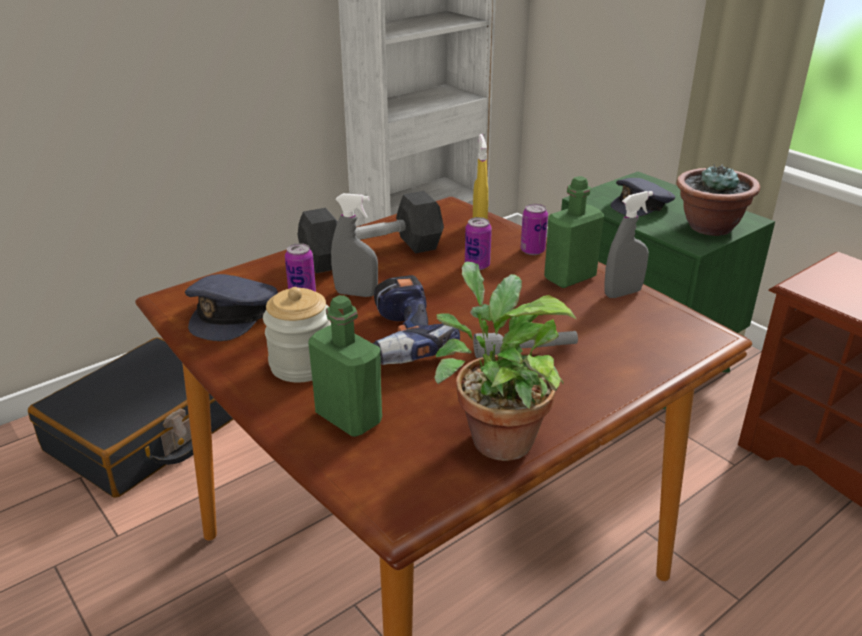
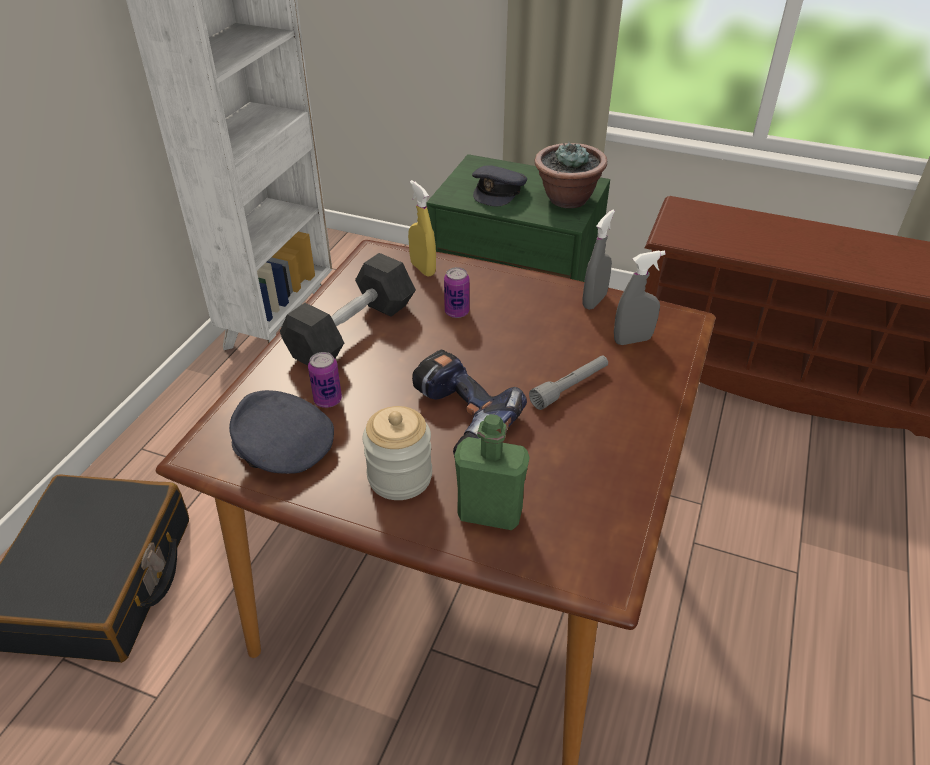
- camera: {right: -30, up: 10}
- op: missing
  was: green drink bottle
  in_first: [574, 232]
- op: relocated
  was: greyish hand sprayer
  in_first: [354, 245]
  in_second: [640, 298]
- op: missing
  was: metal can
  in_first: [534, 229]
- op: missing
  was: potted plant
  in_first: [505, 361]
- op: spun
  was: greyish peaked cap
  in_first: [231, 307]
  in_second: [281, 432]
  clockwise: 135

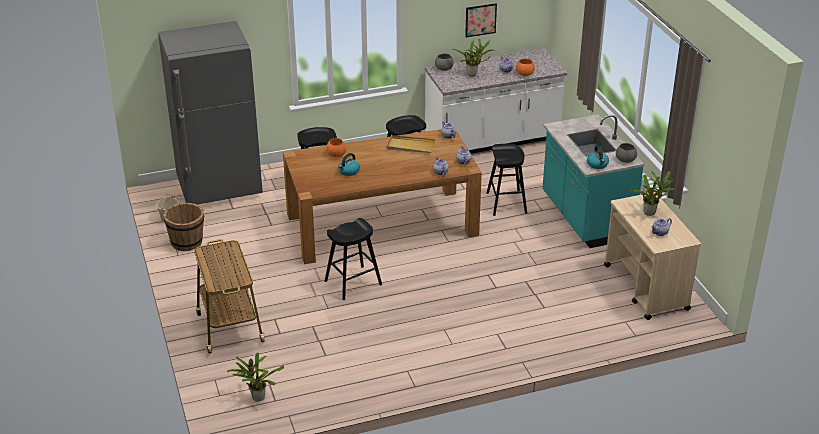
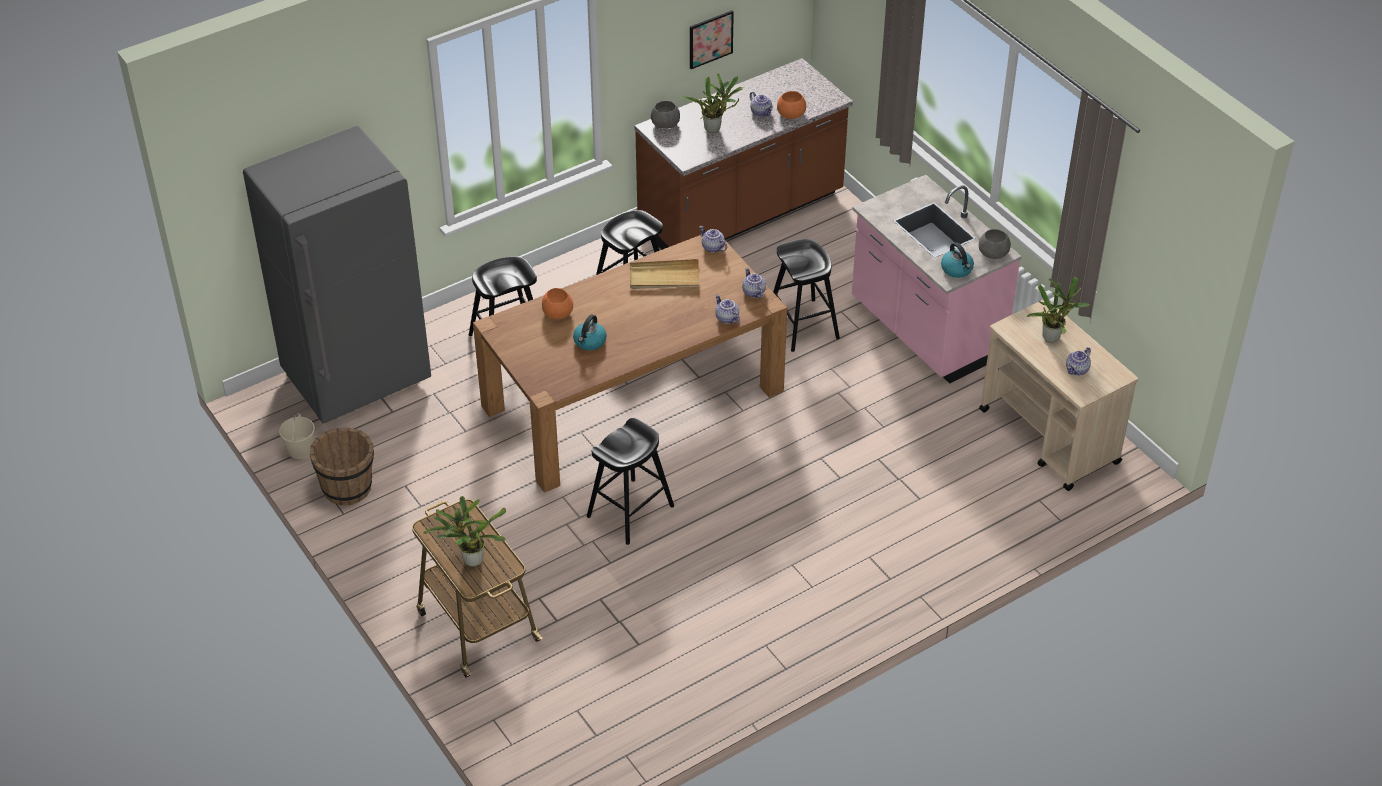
- camera: {right: -15, up: 10}
- op: colour
  was: whitish counter
  now: brown-coloured counter
  in_first: [496, 101]
  in_second: [743, 154]
- op: colour
  was: turquoise counter
  now: pinkish counter
  in_first: [593, 181]
  in_second: [937, 279]
- op: relocated
  was: potted plant
  in_first: [255, 377]
  in_second: [465, 531]

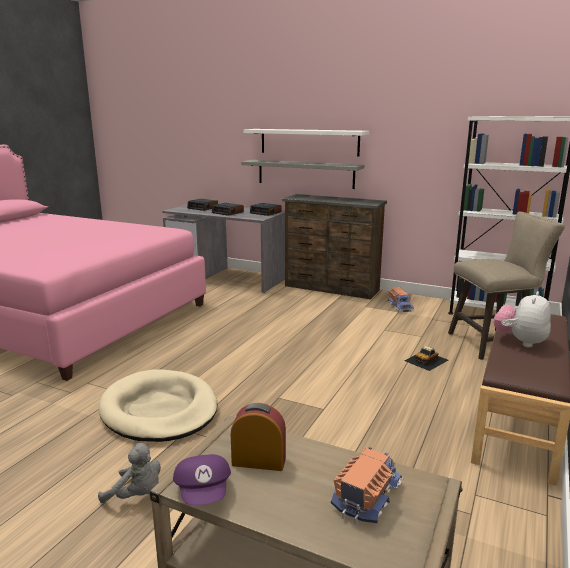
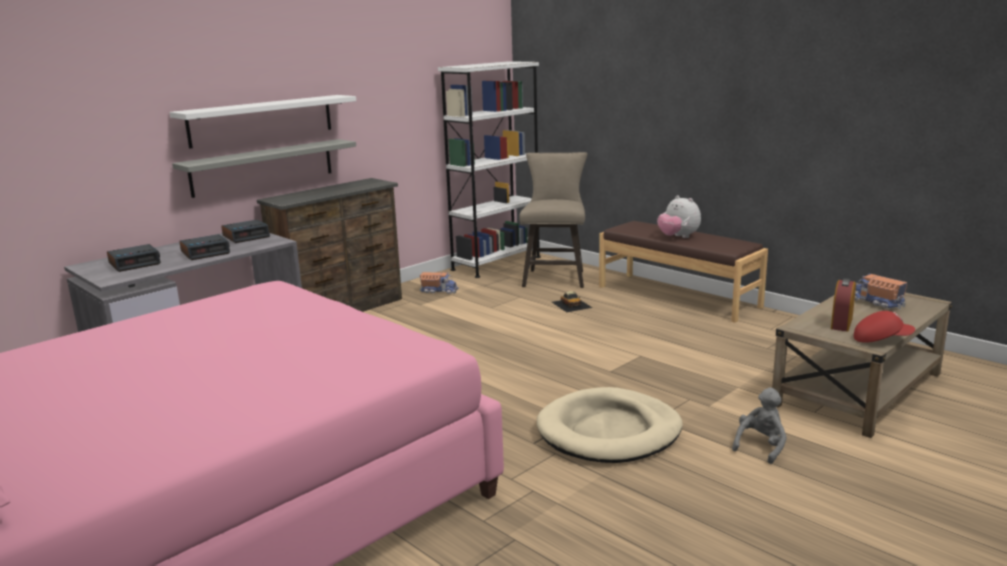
- camera: {right: -70, up: 0}
- op: colour
  was: purple peaked cap
  now: red peaked cap
  in_first: [202, 479]
  in_second: [884, 327]

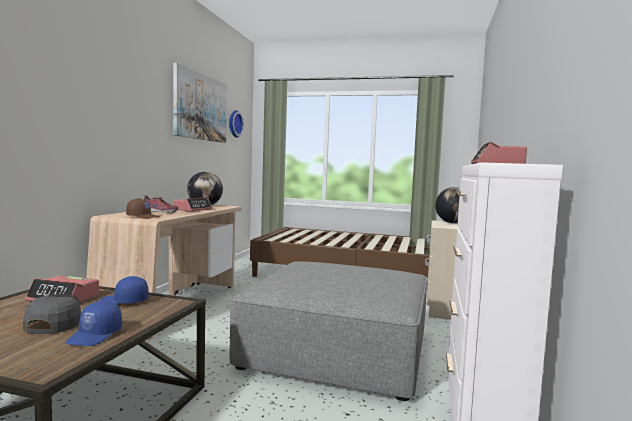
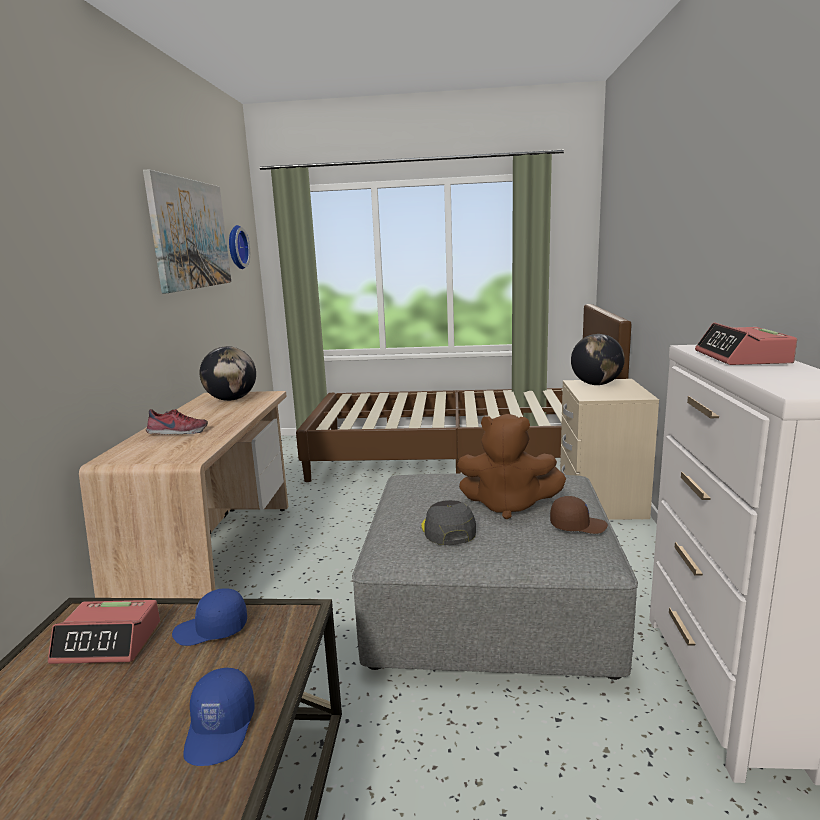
- camera: {right: -10, up: 10}
- op: missing
  was: alarm clock
  in_first: [193, 204]
- op: relocated
  was: brown-coloured peaked cap
  in_first: [143, 208]
  in_second: [579, 515]
- op: relocated
  was: greyish peaked cap
  in_first: [53, 314]
  in_second: [448, 522]
- op: appeared
  now: brown-coloured soft toy
  in_second: [511, 466]

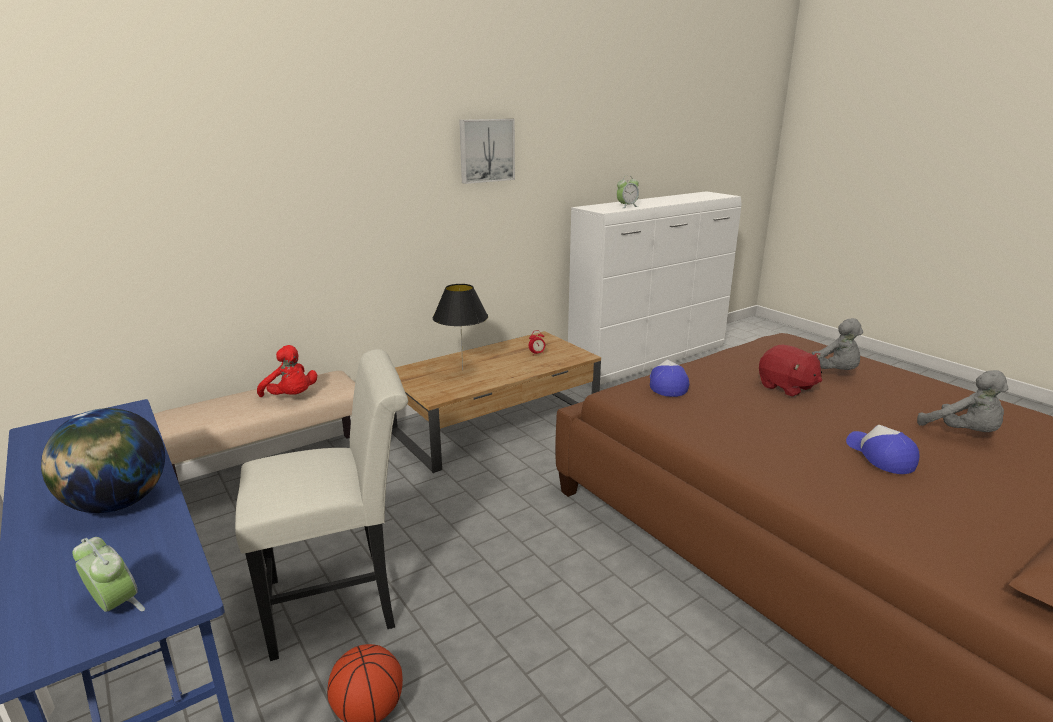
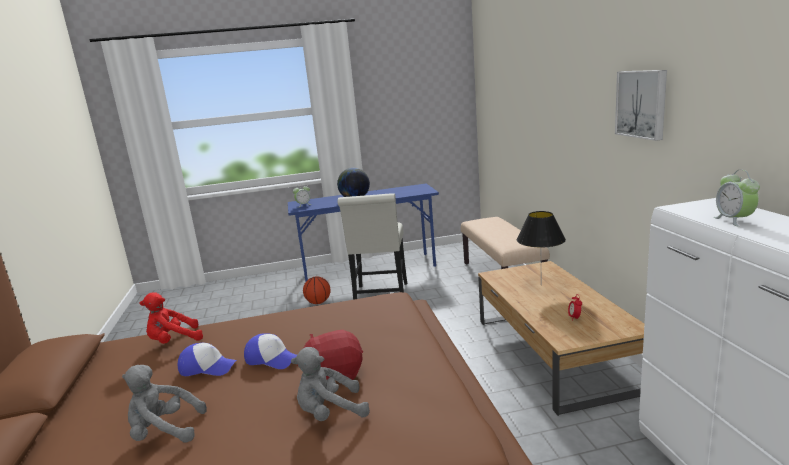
- camera: {right: 115, up: -5}
- op: relocated
  was: red soft toy
  in_first: [287, 371]
  in_second: [171, 318]
- op: relocated
  was: peaked cap
  in_first: [669, 378]
  in_second: [270, 351]

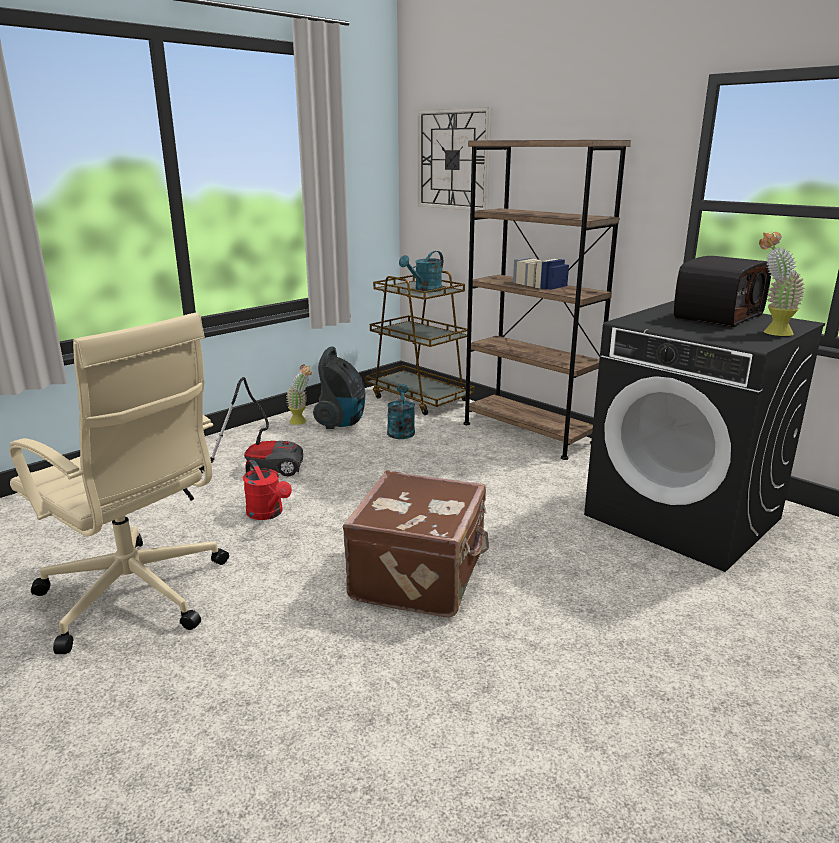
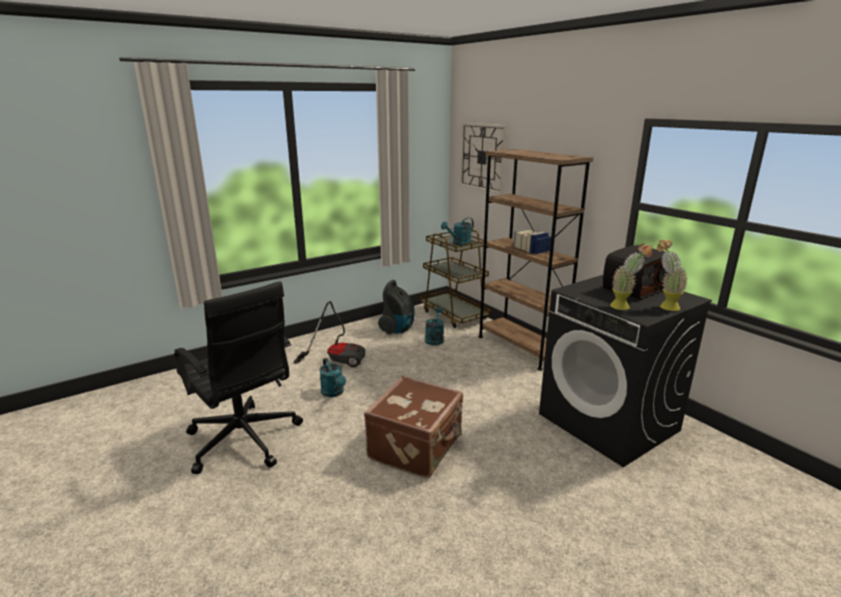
- camera: {right: 10, up: 0}
- op: colour
  was: sand-coloured computer chair
  now: blackish computer chair
  in_first: [119, 483]
  in_second: [238, 377]
- op: relocated
  was: potted plant
  in_first: [299, 395]
  in_second: [631, 277]
- op: colour
  was: red watering pot
  now: turquoise watering pot
  in_first: [267, 490]
  in_second: [332, 377]

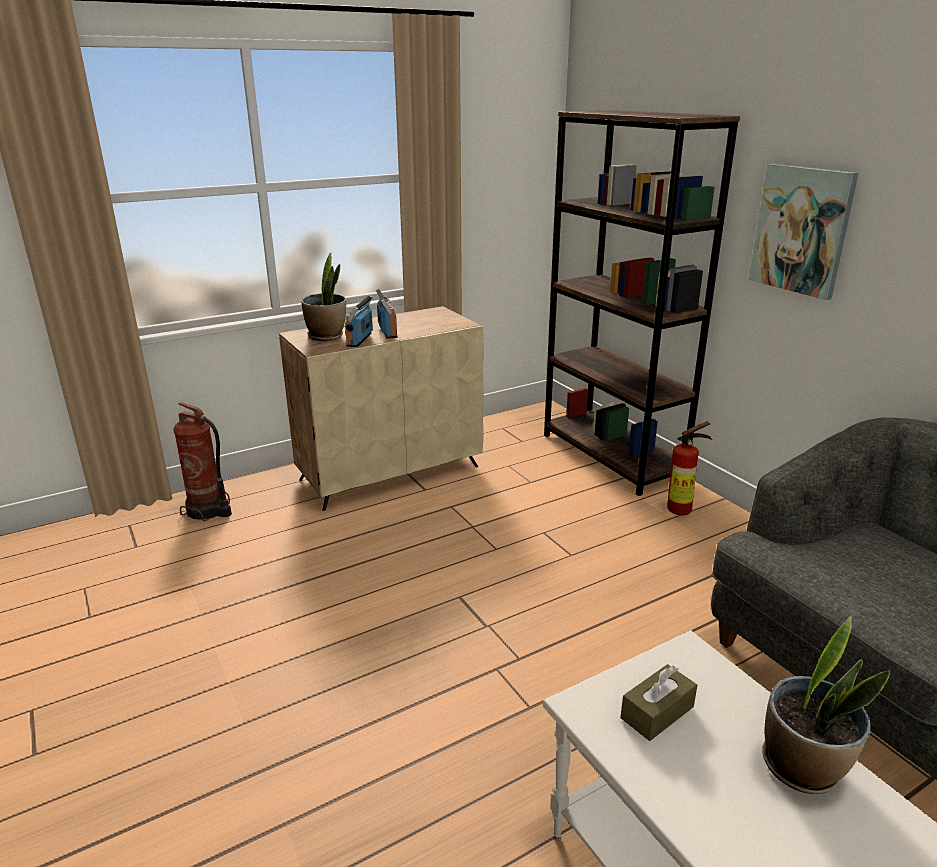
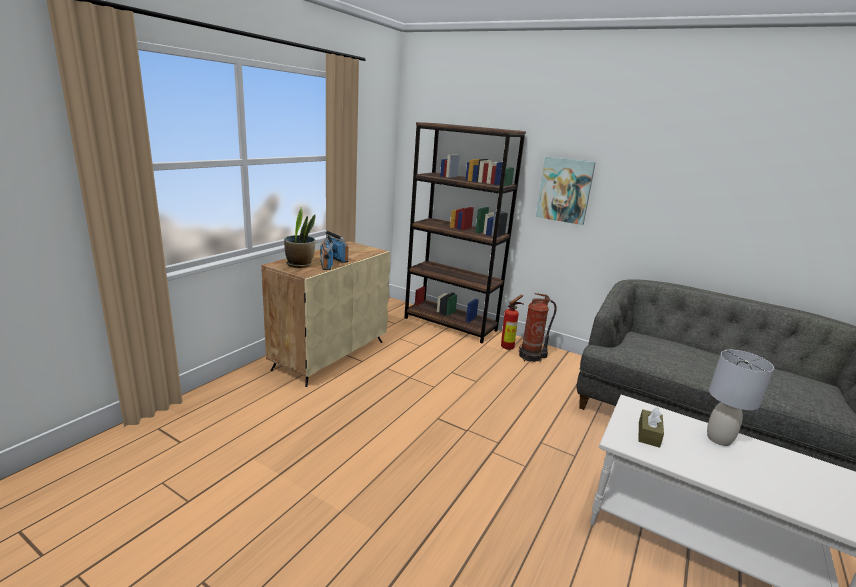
- camera: {right: -30, up: -5}
- op: relocated
  was: extinguisher
  in_first: [202, 462]
  in_second: [538, 327]
- op: exchanged
  was: potted plant
  now: greyish table lamp
  in_first: [826, 705]
  in_second: [740, 398]

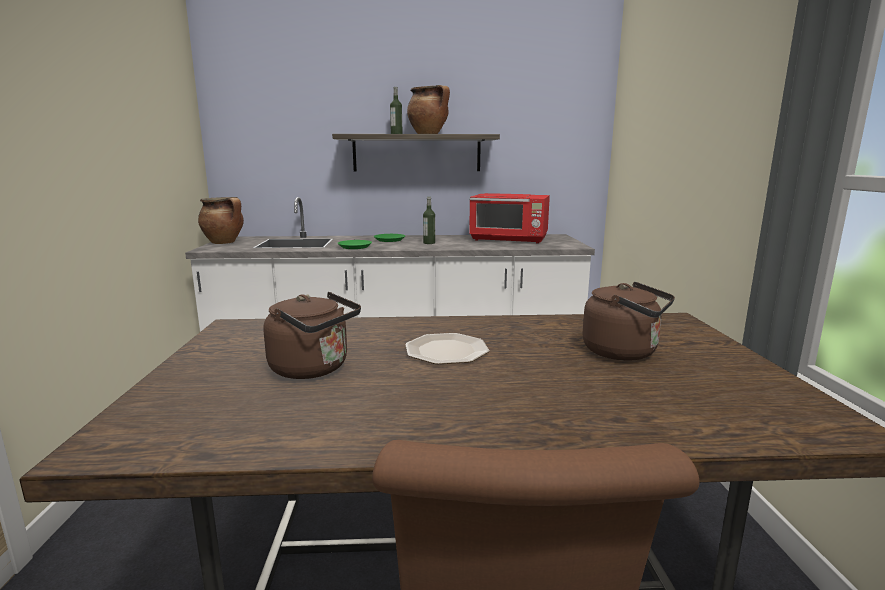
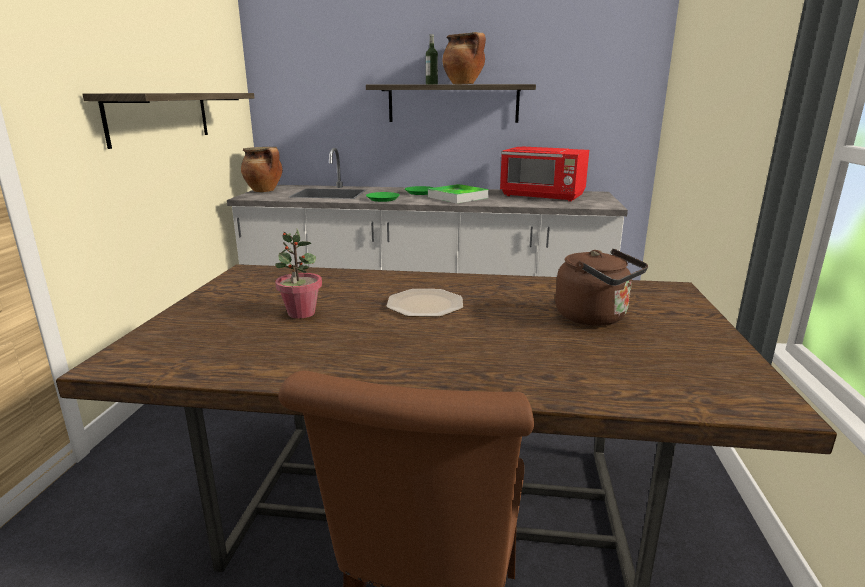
- camera: {right: 10, up: 5}
- op: exchanged
  was: drink bottle
  now: tray
  in_first: [429, 220]
  in_second: [458, 193]
- op: exchanged
  was: brown-coloured water kettle
  now: potted plant
  in_first: [312, 335]
  in_second: [298, 274]
- op: appeared
  now: shelf
  in_second: [168, 121]

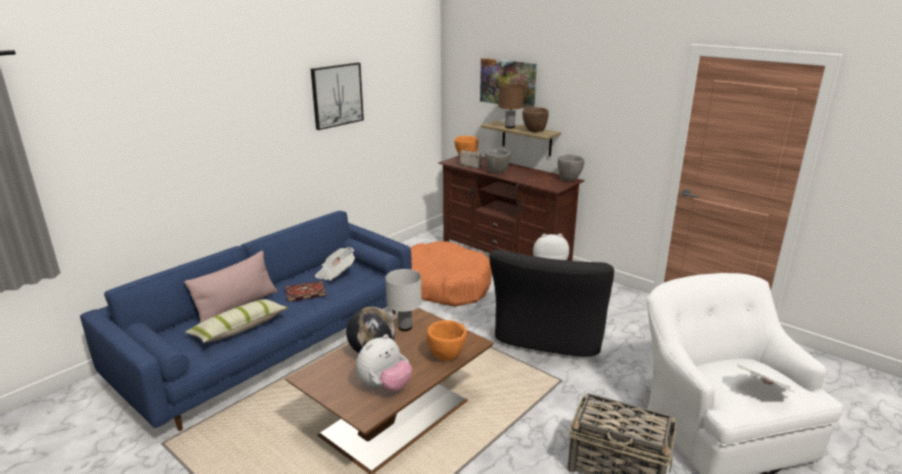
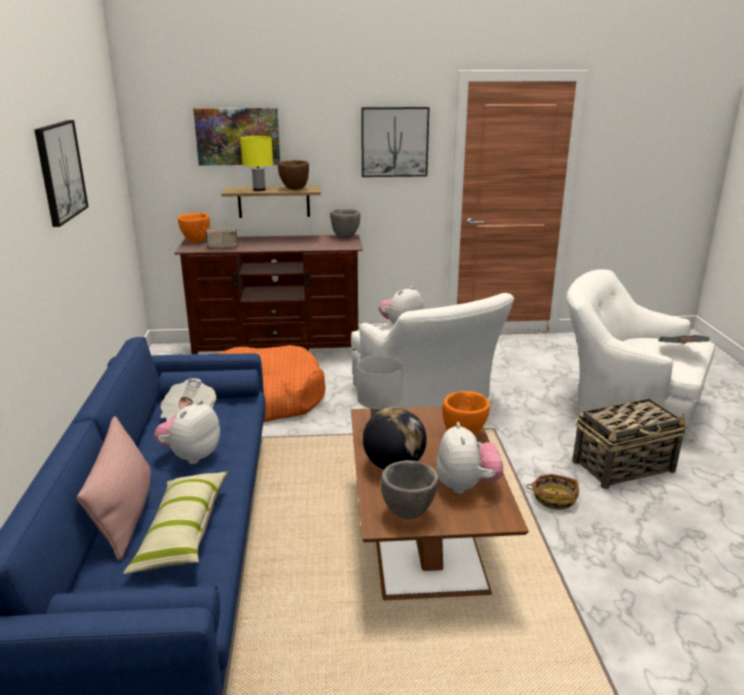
- camera: {right: -45, up: 0}
- op: colour
  was: brown-coloured table lamp
  now: yellow-coloured table lamp
  in_first: [511, 106]
  in_second: [256, 163]
- op: relocated
  was: greyish bowl
  in_first: [497, 161]
  in_second: [410, 489]
- op: colour
  was: blackish armchair
  now: whitish armchair
  in_first: [551, 303]
  in_second: [432, 350]
- op: exchanged
  was: bound book
  now: soft toy
  in_first: [306, 291]
  in_second: [187, 432]
- op: appeared
  now: wall art
  in_second: [395, 142]
- op: appeared
  now: basket
  in_second: [552, 492]

